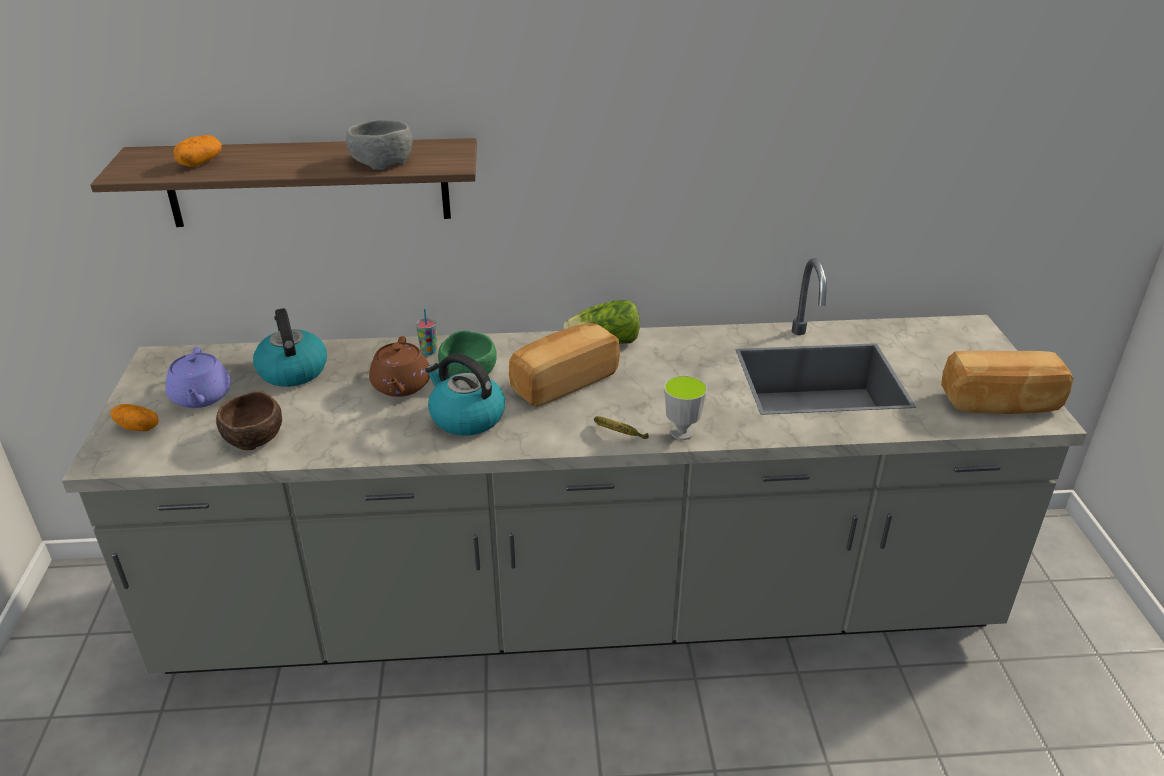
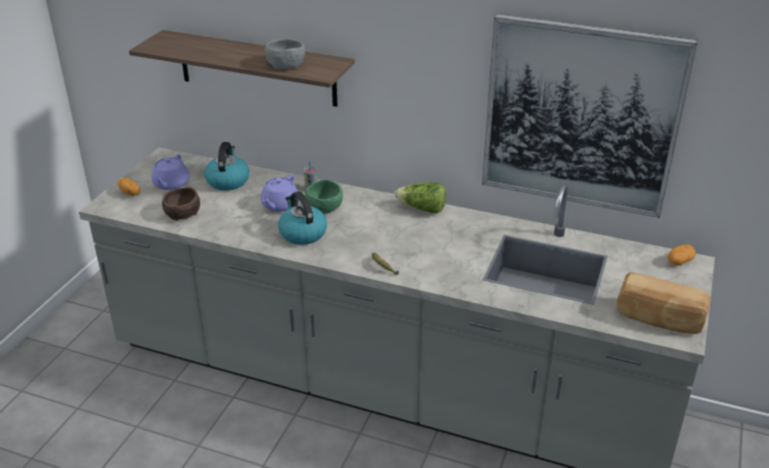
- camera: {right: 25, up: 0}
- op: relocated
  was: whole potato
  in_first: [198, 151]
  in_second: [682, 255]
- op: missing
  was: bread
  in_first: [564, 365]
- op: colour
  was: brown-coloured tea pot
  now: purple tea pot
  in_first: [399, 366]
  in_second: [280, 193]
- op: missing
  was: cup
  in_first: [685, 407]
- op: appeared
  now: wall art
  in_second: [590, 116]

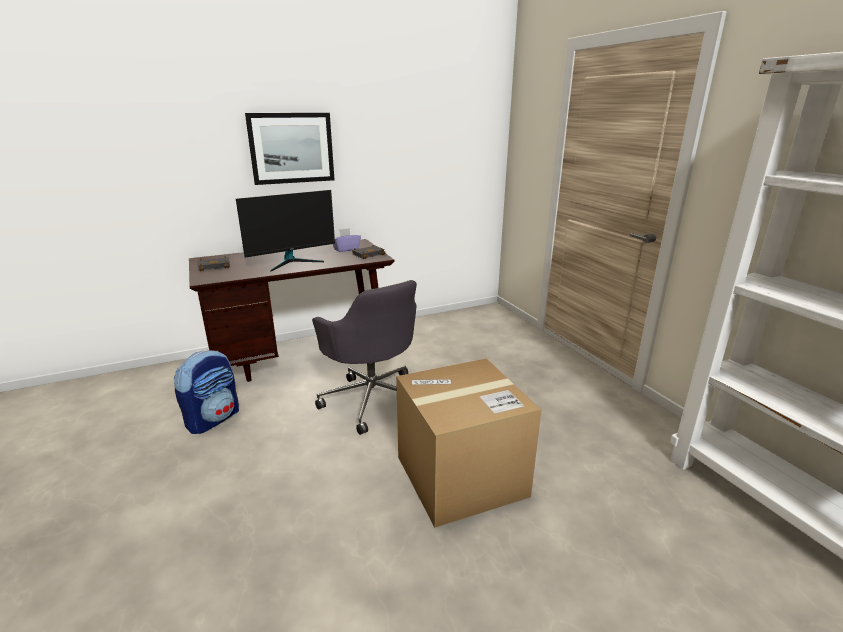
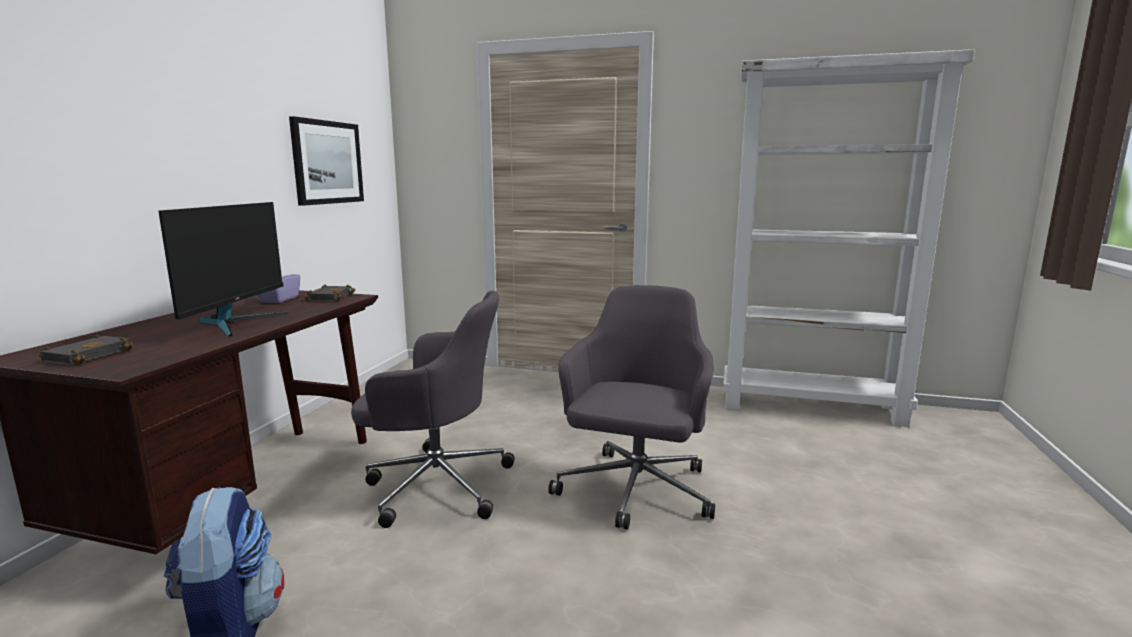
- camera: {right: -50, up: -10}
- op: relocated
  was: wall art
  in_first: [289, 149]
  in_second: [326, 161]
- op: exchanged
  was: packing box
  now: greyish computer chair
  in_first: [468, 443]
  in_second: [631, 407]

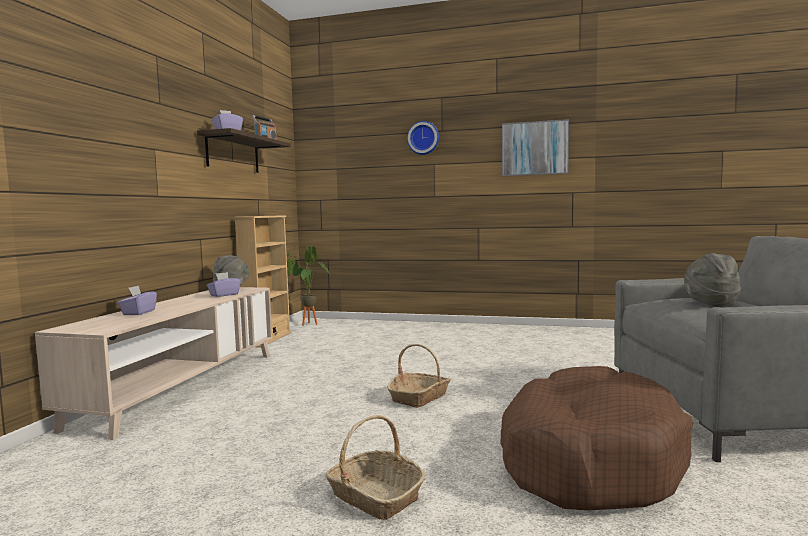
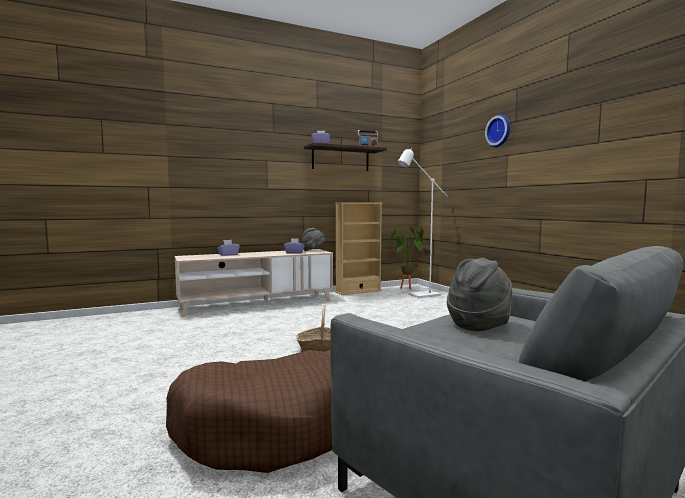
- camera: {right: 50, up: 0}
- op: missing
  was: wall art
  in_first: [535, 147]
- op: missing
  was: basket
  in_first: [376, 467]
- op: appeared
  now: whitish standing lamp
  in_second: [423, 223]

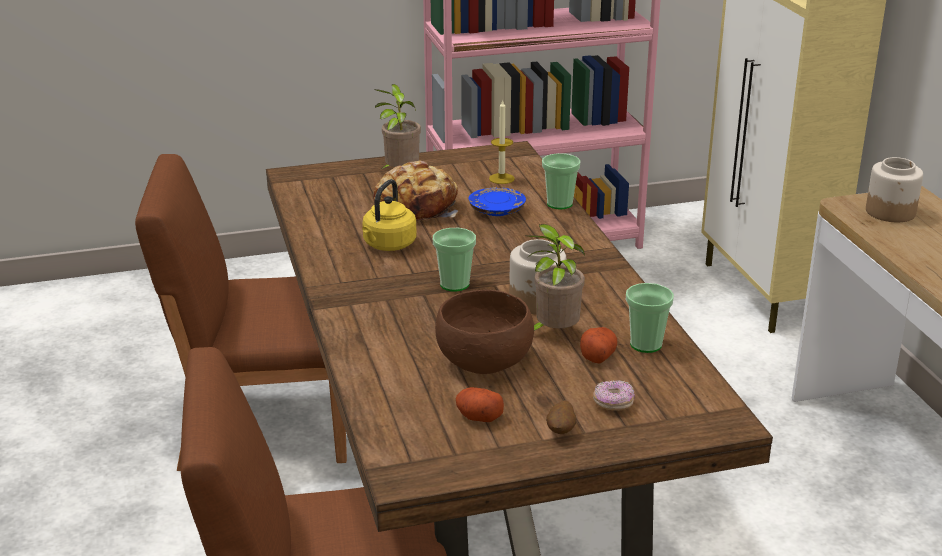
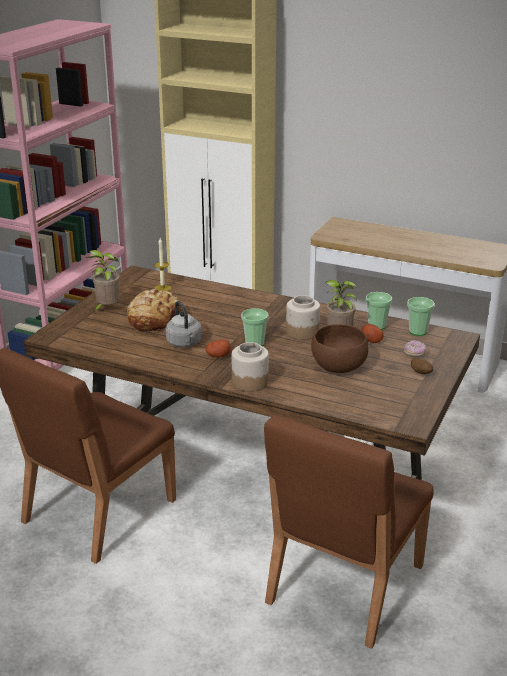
- camera: {right: -50, up: 0}
- op: relocated
  was: cup
  in_first: [561, 181]
  in_second: [421, 316]
- op: relocated
  was: preserve jar
  in_first: [894, 189]
  in_second: [250, 367]
- op: colour
  was: yellow-coloured water kettle
  now: greyish water kettle
  in_first: [389, 215]
  in_second: [184, 324]
- op: missing
  was: blue flat dish
  in_first: [497, 201]
- op: relocated
  was: whole potato
  in_first: [480, 404]
  in_second: [218, 348]

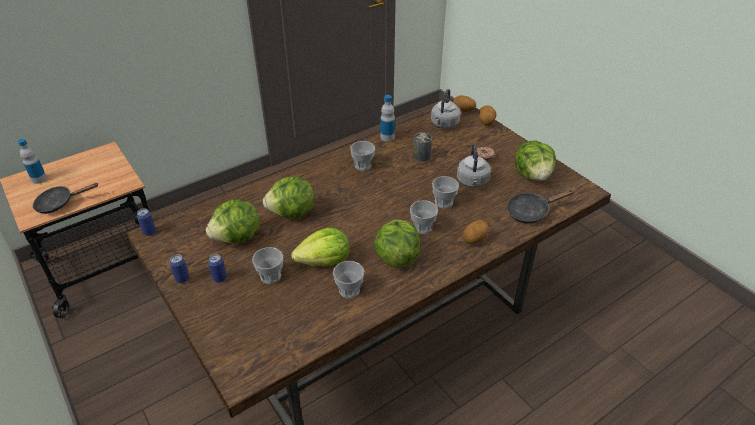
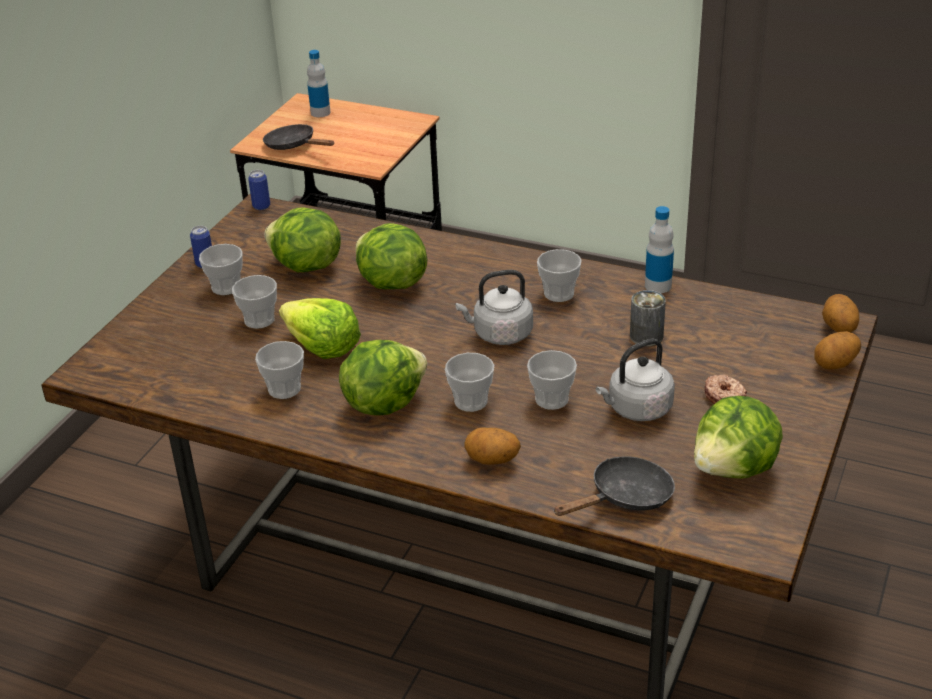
- camera: {right: 60, up: -5}
- op: relocated
  was: greyish water kettle
  in_first: [446, 109]
  in_second: [494, 307]
- op: spun
  was: blackish frying pan
  in_first: [540, 206]
  in_second: [614, 486]
  clockwise: 105
- op: exchanged
  was: metal can
  now: cup
  in_first: [217, 268]
  in_second: [221, 269]

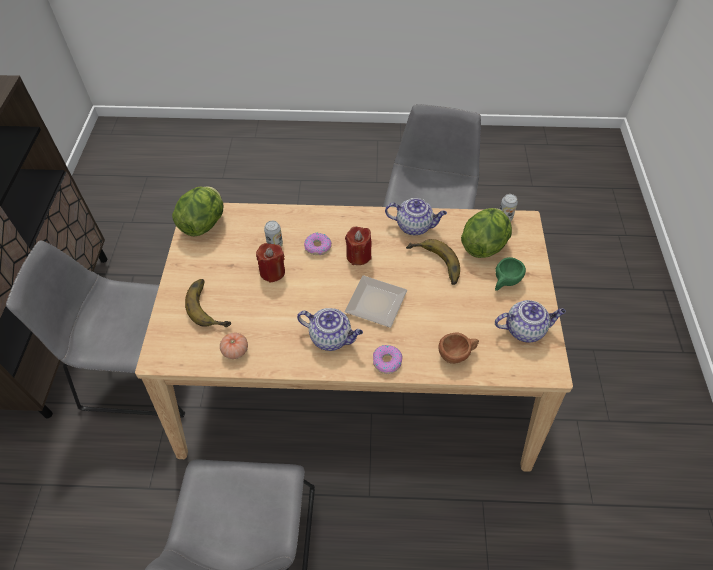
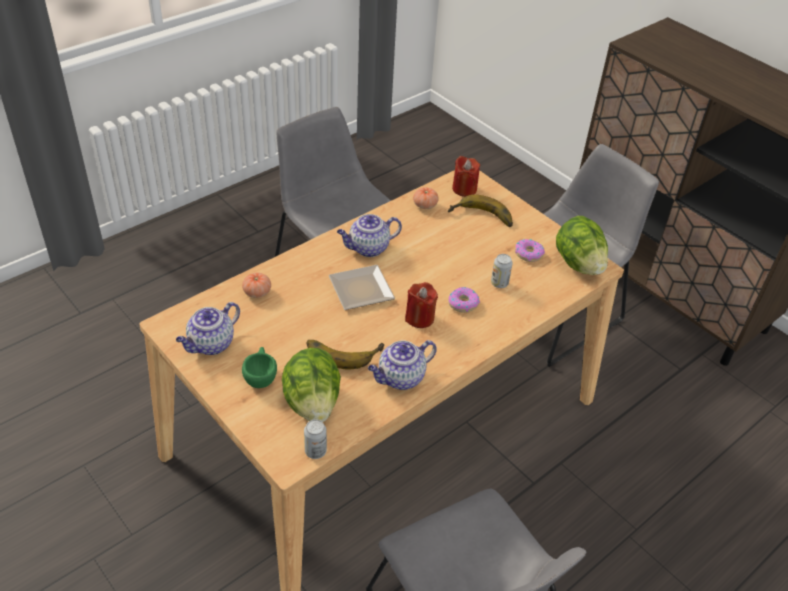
- camera: {right: 135, up: -10}
- op: relocated
  was: red candle
  in_first: [270, 262]
  in_second: [466, 176]
- op: exchanged
  was: brown-coloured cup
  now: tomato
  in_first: [458, 348]
  in_second: [256, 285]
- op: relocated
  was: ring doughnut
  in_first: [388, 359]
  in_second: [530, 250]

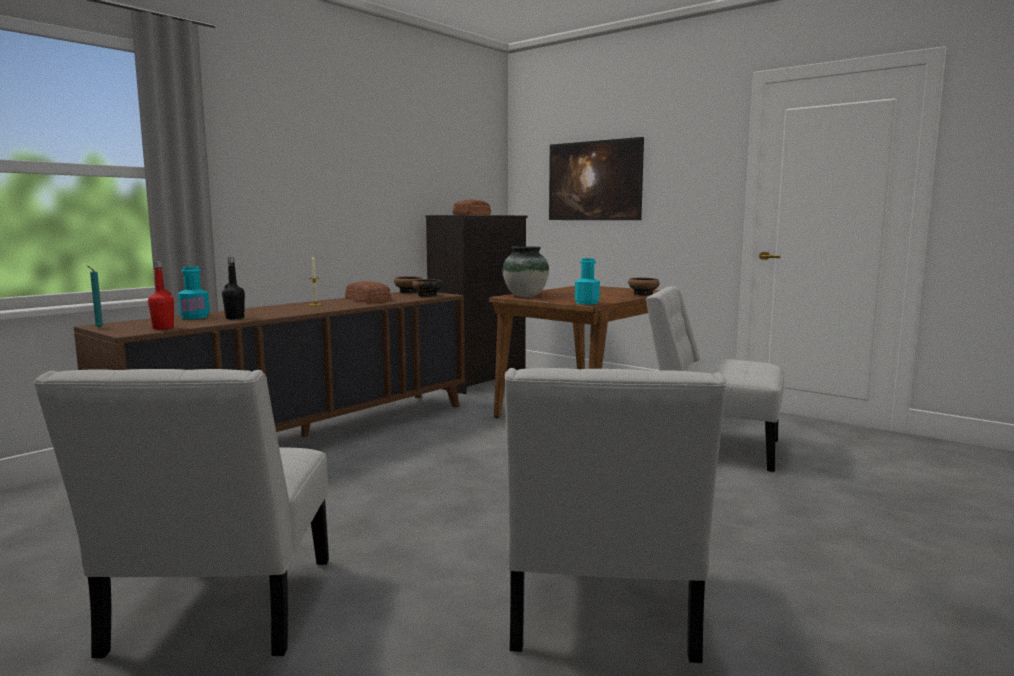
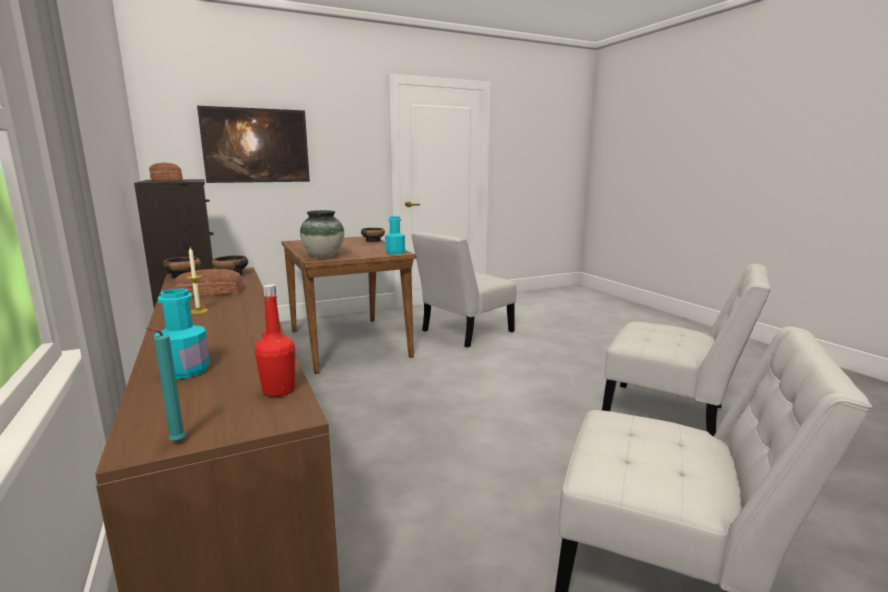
- camera: {right: -65, up: 5}
- op: missing
  was: blackish drink bottle
  in_first: [233, 288]

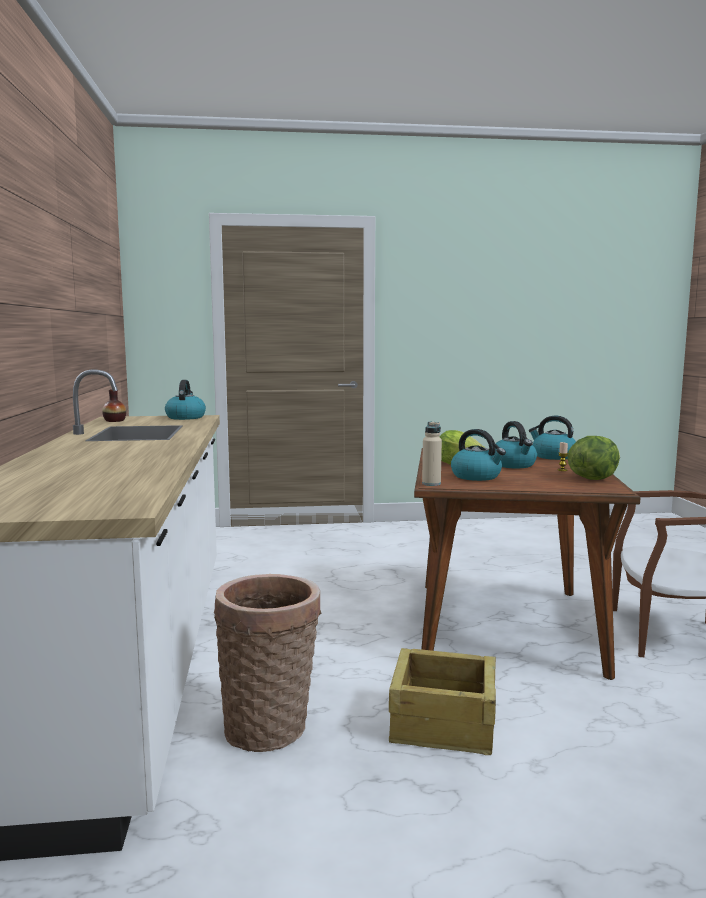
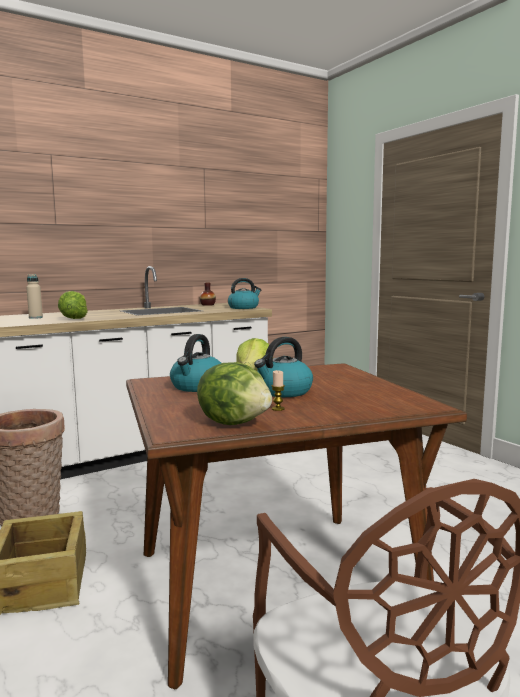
- camera: {right: 65, up: 0}
- op: missing
  was: water kettle
  in_first: [552, 438]
- op: relocated
  was: sand-coloured drink bottle
  in_first: [432, 453]
  in_second: [34, 296]
- op: appeared
  now: lettuce head
  in_second: [73, 305]

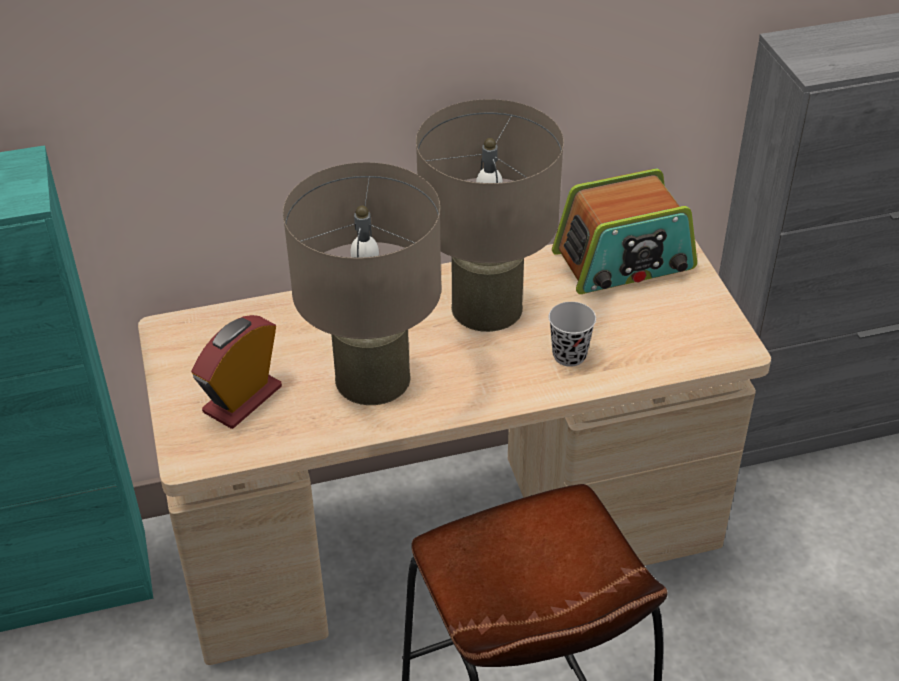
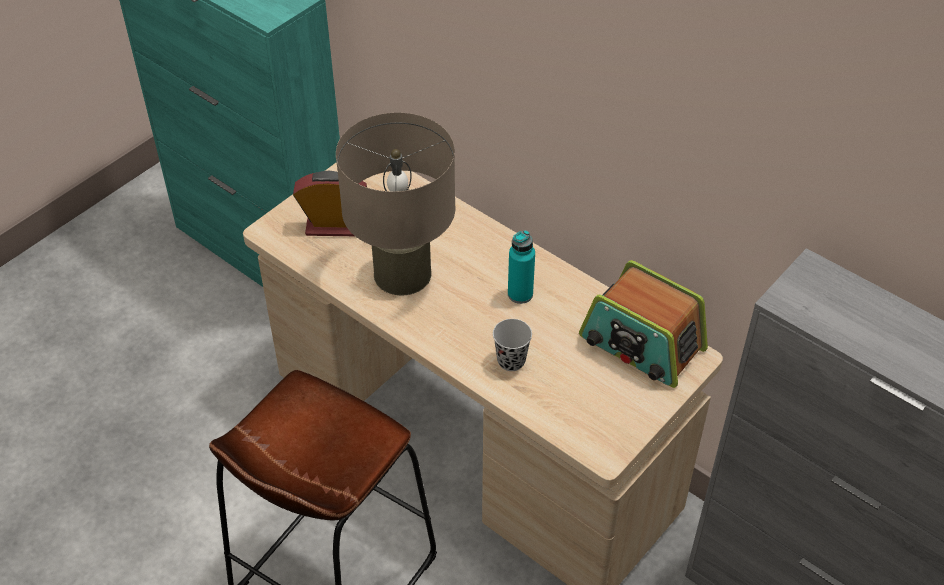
- camera: {right: 55, up: 5}
- op: exchanged
  was: sand-coloured table lamp
  now: turquoise drink bottle
  in_first: [490, 215]
  in_second: [521, 267]

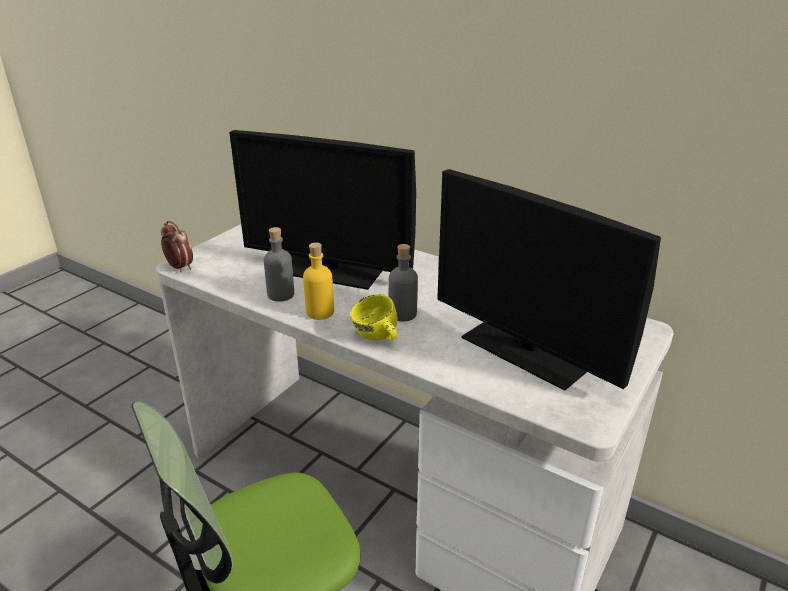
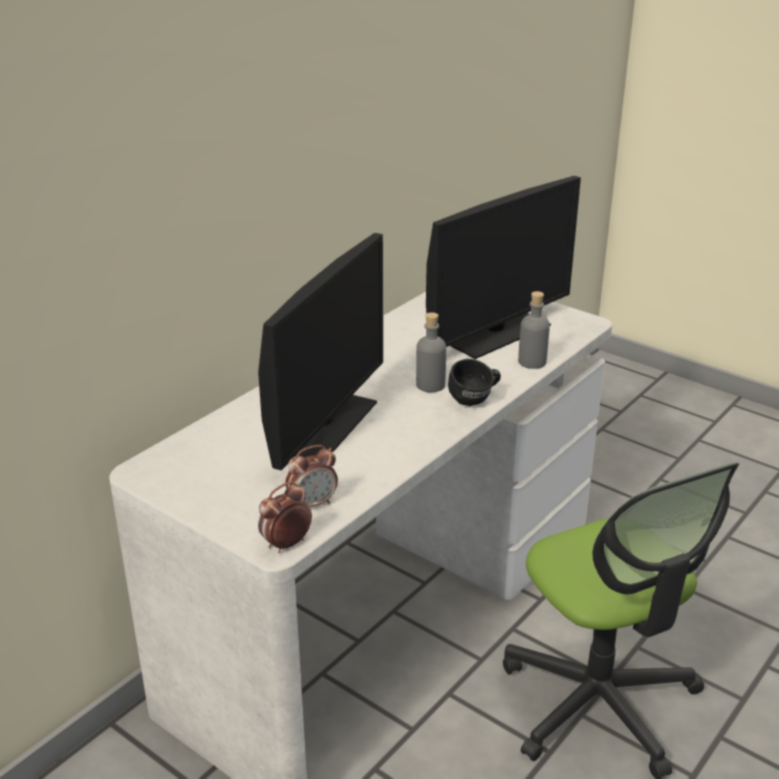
- camera: {right: -85, up: 0}
- op: relocated
  was: greyish drink bottle
  in_first: [279, 264]
  in_second: [534, 330]
- op: missing
  was: yellow-coloured drink bottle
  in_first: [318, 281]
- op: colour
  was: yellow-coloured coffee mug
  now: blackish coffee mug
  in_first: [374, 317]
  in_second: [474, 382]
- op: appeared
  now: alarm clock
  in_second: [311, 476]

